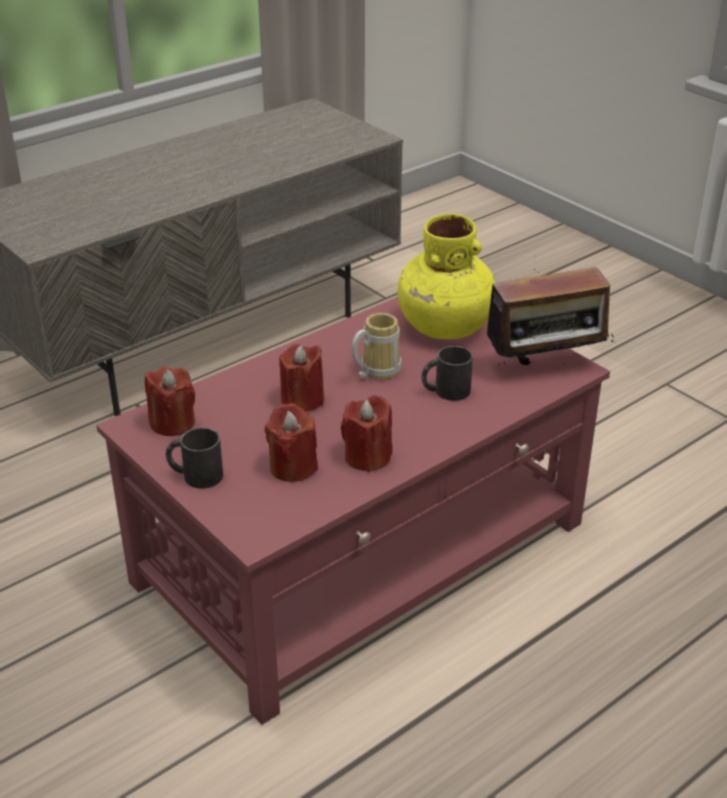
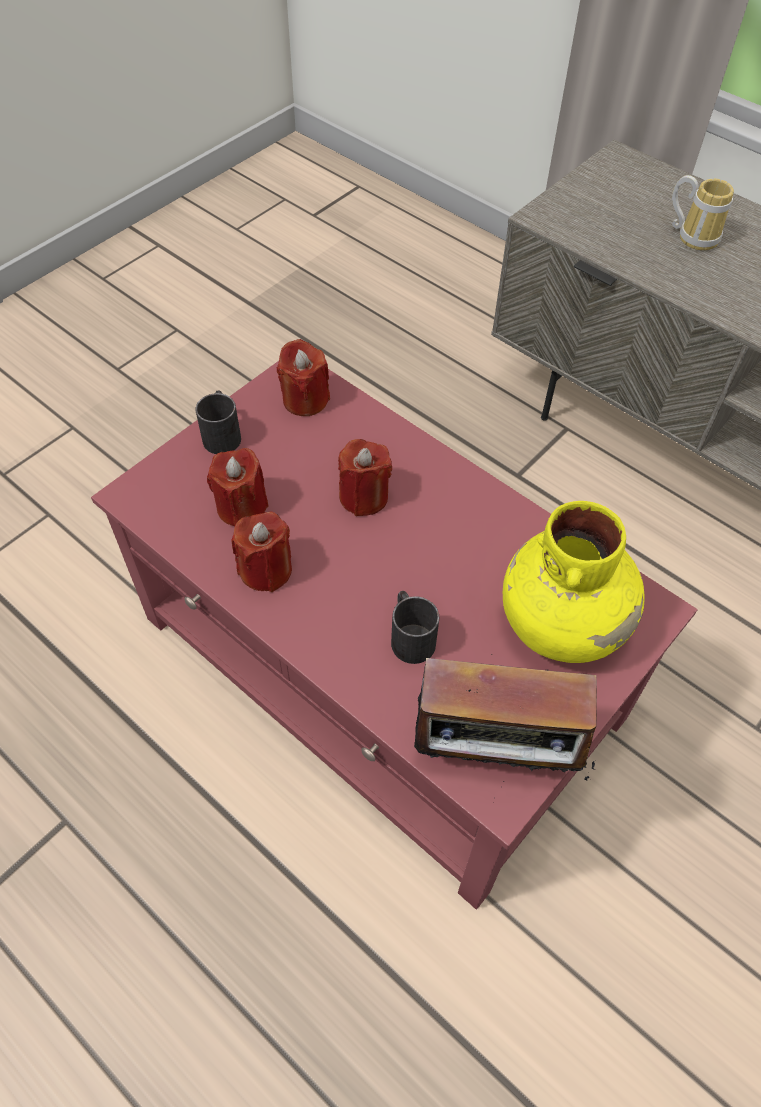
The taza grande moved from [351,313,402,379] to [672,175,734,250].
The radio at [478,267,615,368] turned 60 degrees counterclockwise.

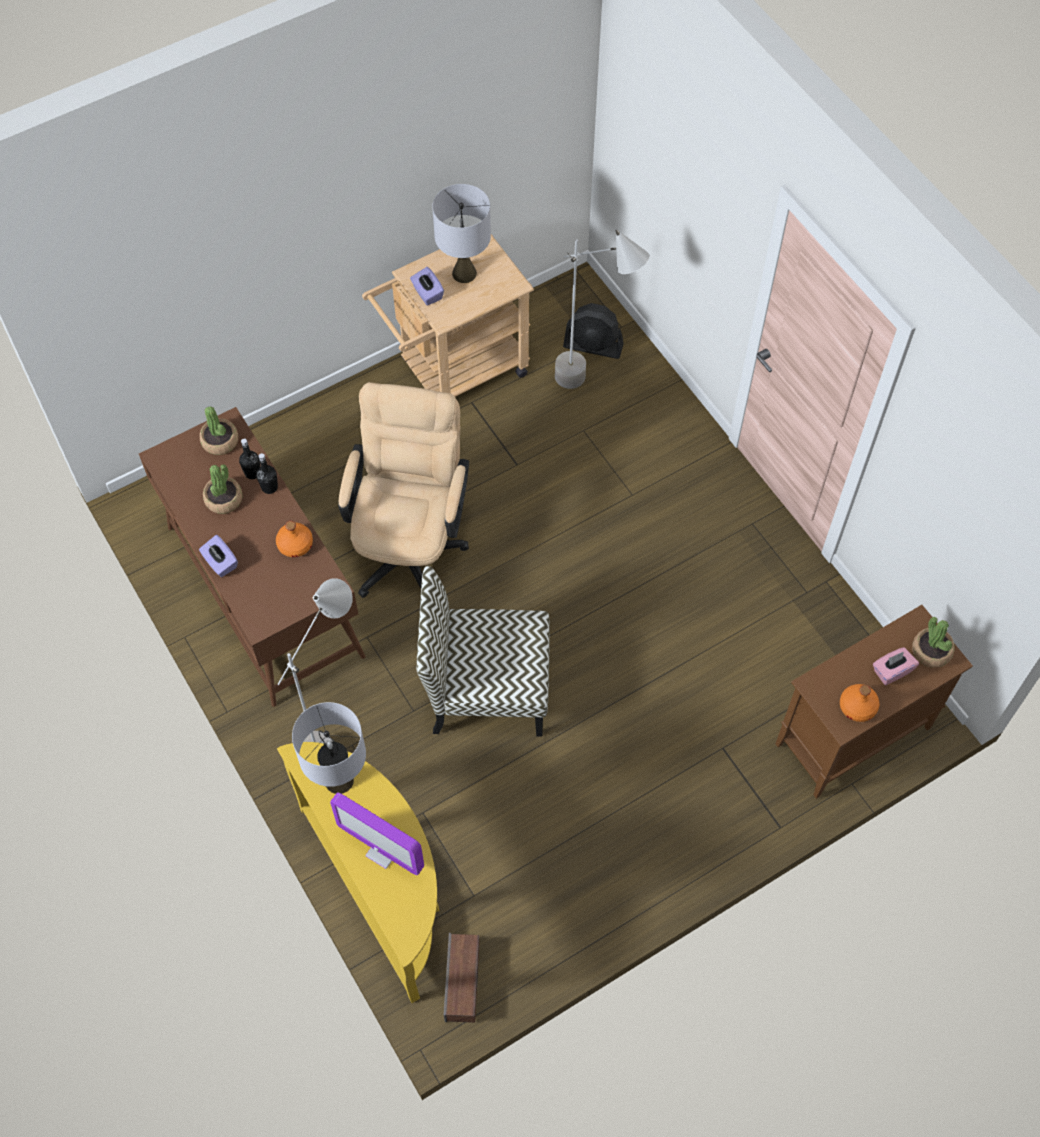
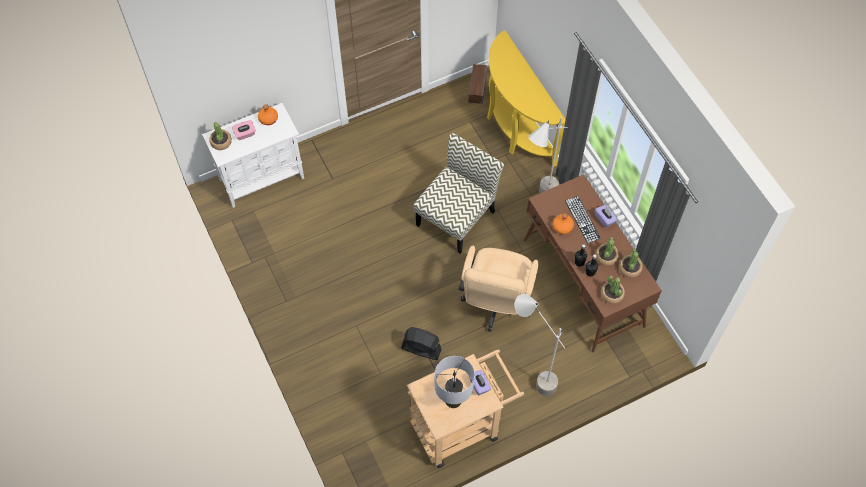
The lámpara de mesa (gris) at [292,702,366,794] disappeared.
The monitor at [330,793,424,875] disappeared.
The silla at [416,566,550,737] turned 60 degrees counterclockwise.
The lámpara de pie (gris) moved from [555,230,649,389] to [514,294,565,396].
The ventilador (negro) moved from [563,303,624,359] to [401,327,442,360].
The armario (marrón) at [775,605,973,799] became the armario (blanco) at [202,103,304,208].
The teclado at [565,196,601,244] appeared.
The planta en maceta at [619,249,643,278] appeared.

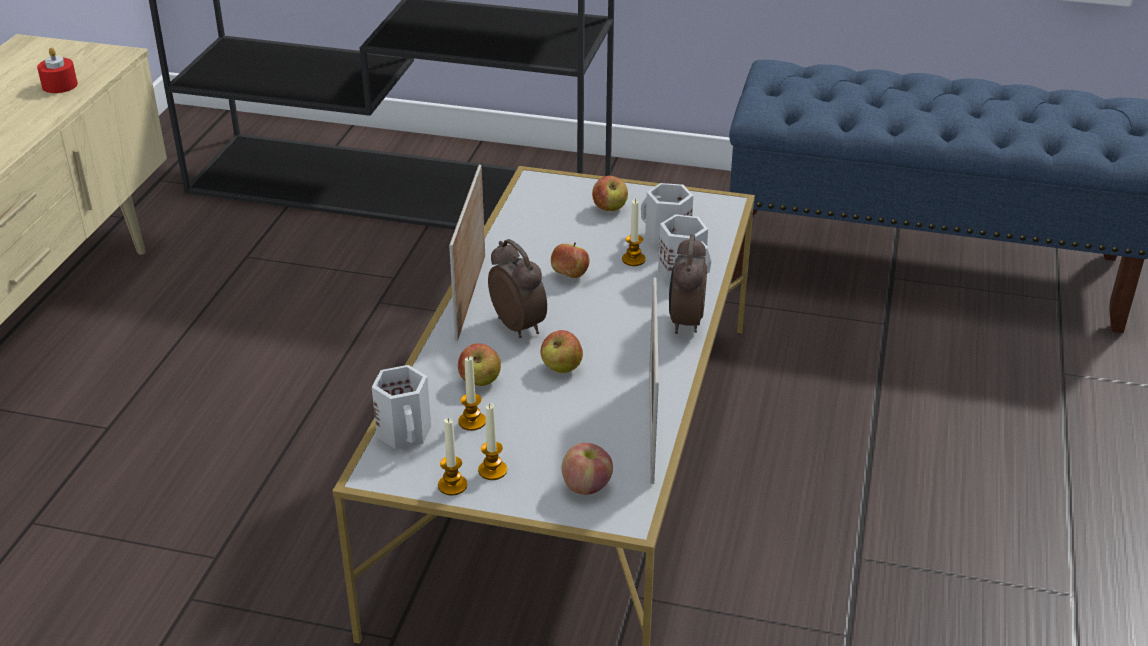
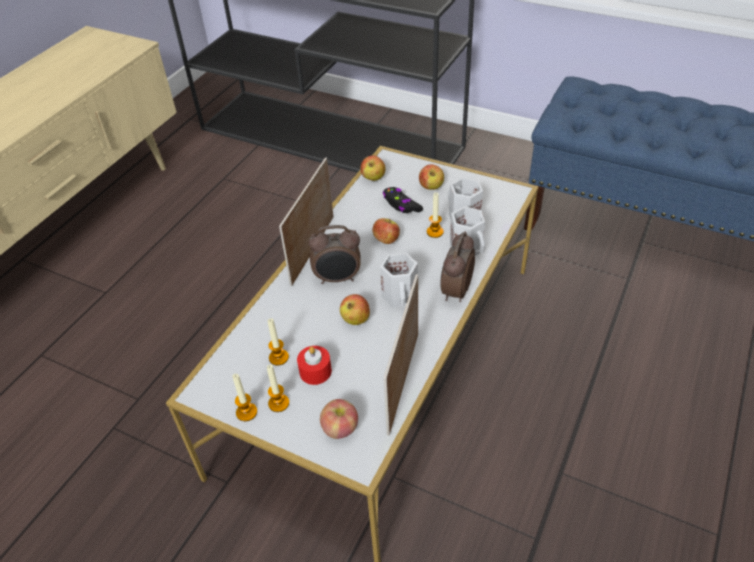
The vela (rojo) moved from [37,47,78,93] to [297,346,332,385].
The taza grande (blanco) moved from [372,365,431,450] to [380,253,418,307].
The manzana moved from [458,343,501,386] to [360,155,386,181].
The despertador at [488,239,547,338] turned 105 degrees clockwise.
The mando de consola (negro) at [383,187,423,213] appeared.

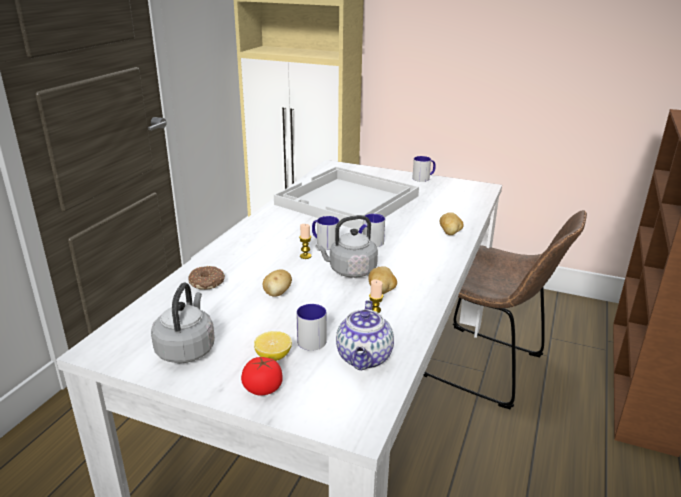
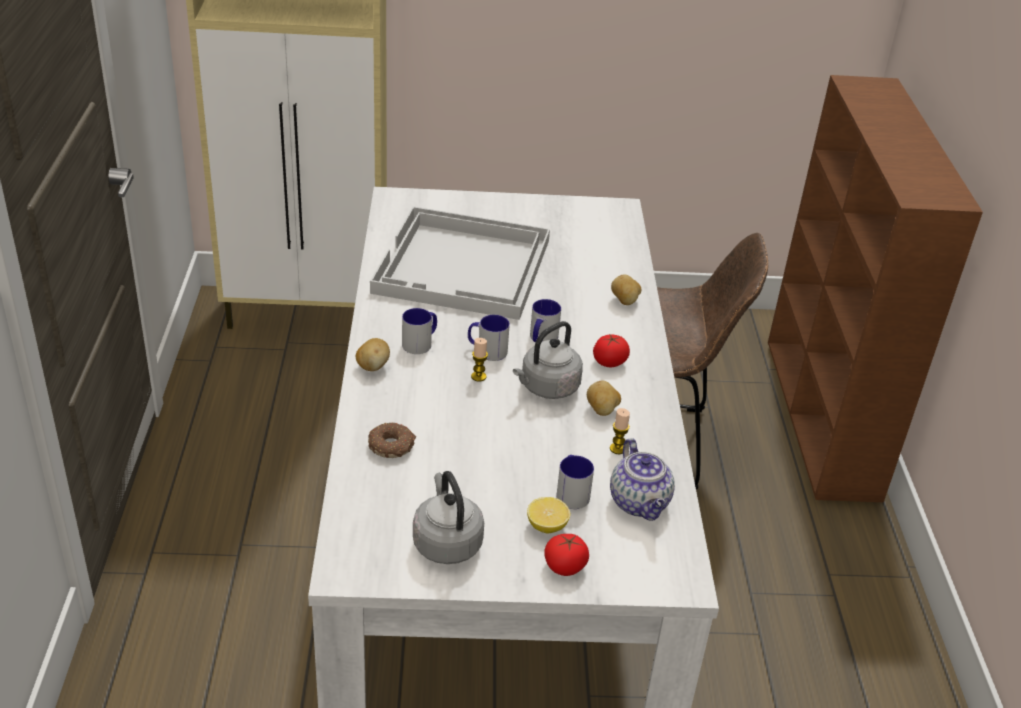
The patata moved from [263,270,292,297] to [356,338,390,371].
The taza grande moved from [412,156,436,182] to [402,308,437,354].
The tomate at [593,334,630,367] appeared.

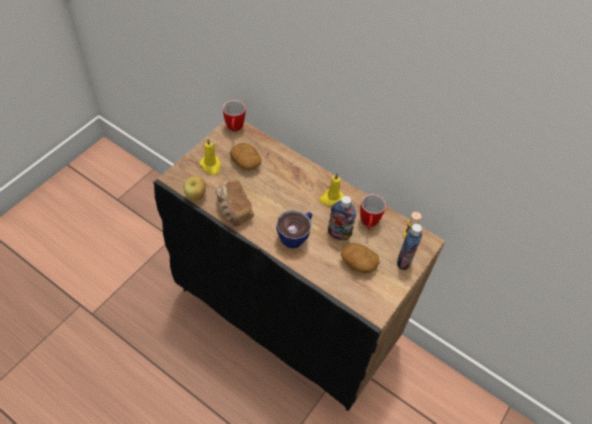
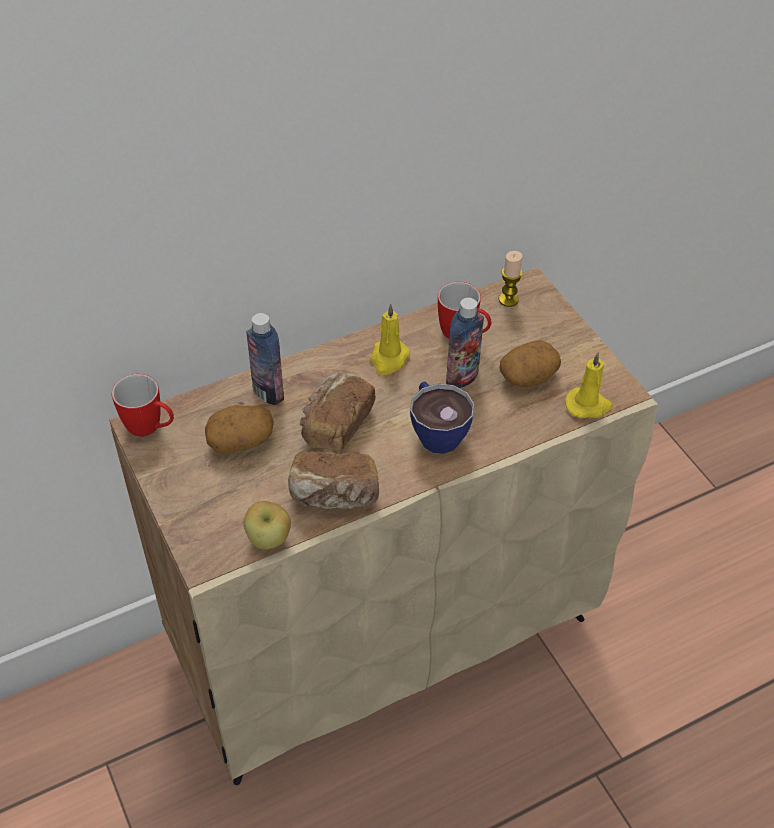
The armario (negro) at [153,121,445,411] became the armario (beis) at [109,267,658,785].
The vela (amarillo) moved from [199,138,221,175] to [565,352,613,418].
The botella moved from [397,224,423,270] to [246,313,284,405].
The pan at [300,371,376,451] appeared.

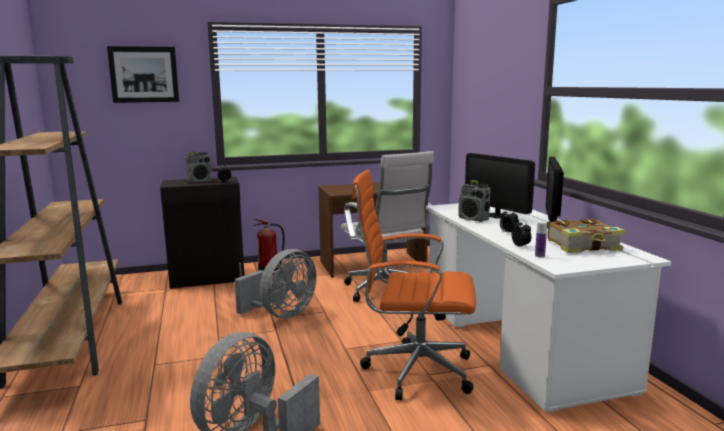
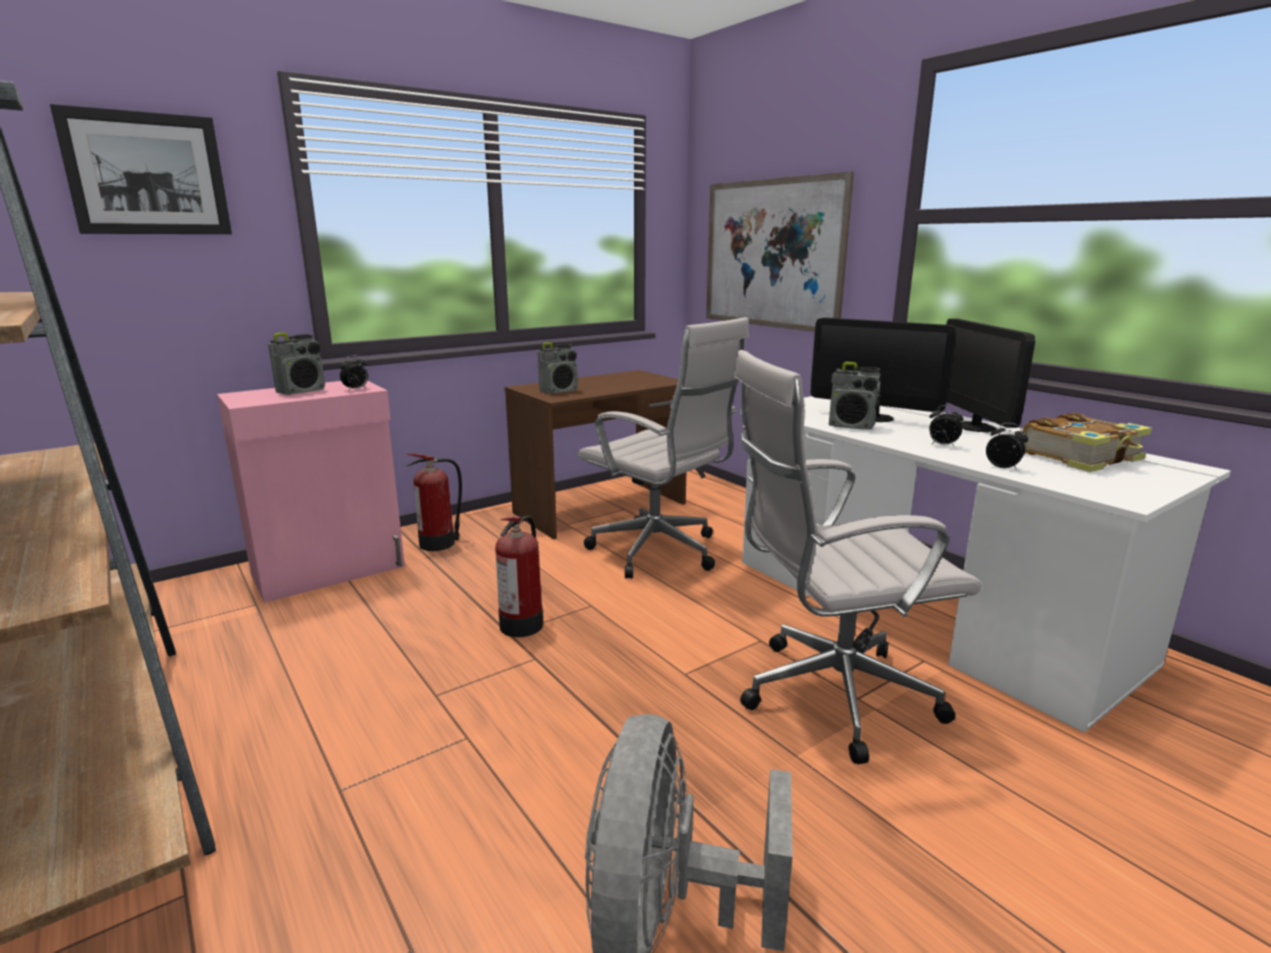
The armario (negro) at [160,177,244,289] became the armario (rosa) at [217,381,405,603].
The ventilador (gris) at [235,249,317,318] was replaced by the extintor at [495,516,543,637].
The silla de oficina (naranja) at [352,170,476,400] became the silla de oficina (blanco) at [734,350,982,764].
The botella at [535,221,547,258] disappeared.
The radio at [538,342,578,394] appeared.
The cuadro at [706,171,854,332] appeared.

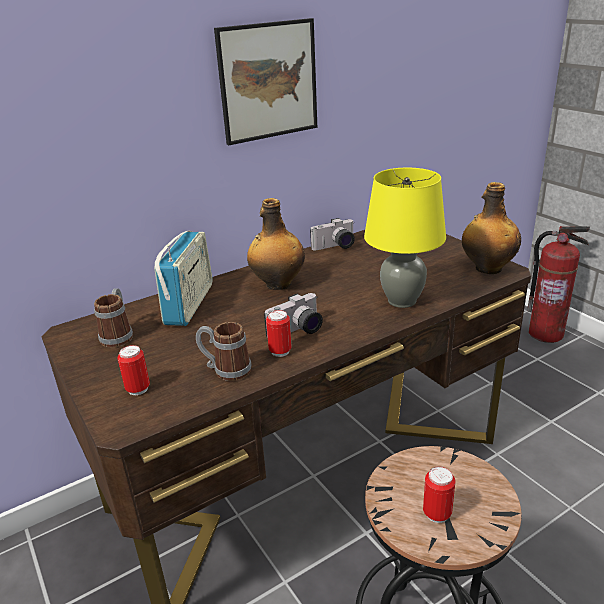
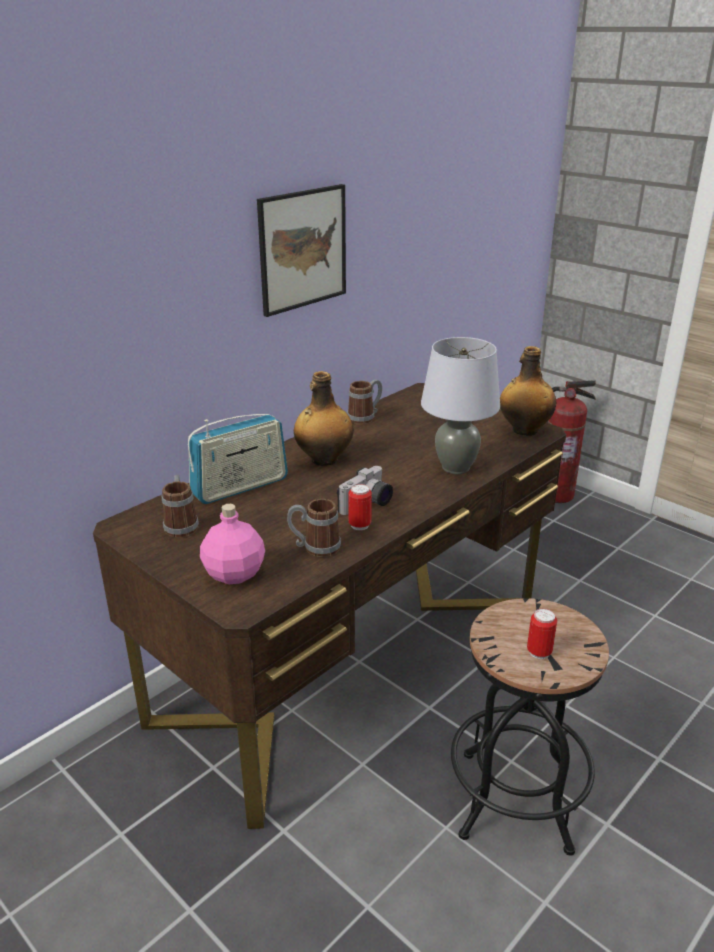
The lata at [117,345,150,395] was replaced by the botella (rosa) at [200,504,265,584].
The radio at [154,231,213,326] turned 60 degrees clockwise.
The cámara at [310,218,355,250] was replaced by the taza grande at [347,380,382,424].
The lámpara de mesa (amarillo) at [364,168,446,308] became the lámpara de mesa (gris) at [421,337,500,474].

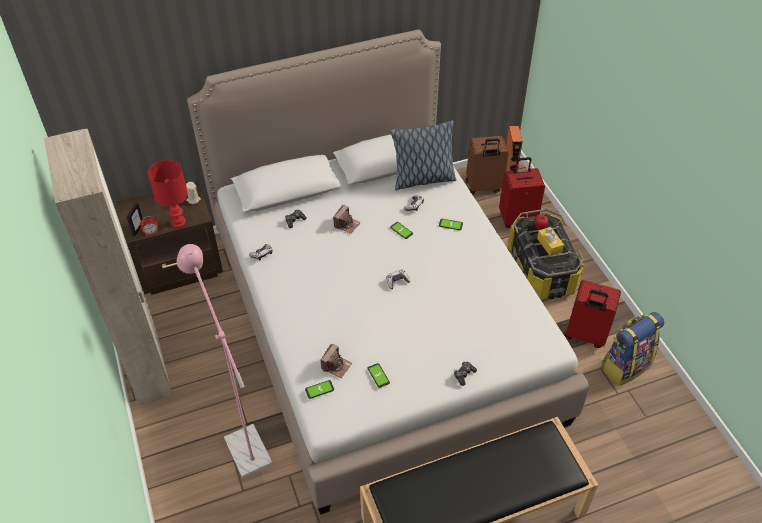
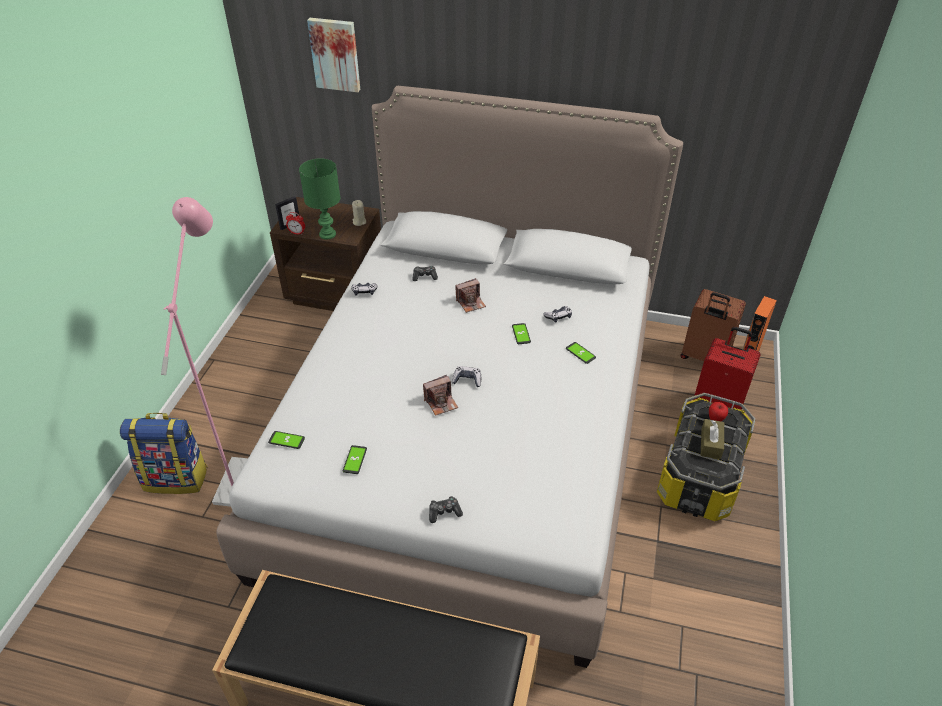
The armario ropero (beis) at [44,129,171,406] disappeared.
The lámpara de mesa (rojo) at [148,160,188,228] became the lámpara de mesa (verde) at [299,158,340,240].
The cámara moved from [320,344,352,378] to [423,375,458,416].
The cojín at [389,120,456,190] disappeared.
The caja de pañuelos (amarillo) at [537,227,564,256] became the caja de pañuelos (marrón) at [701,419,724,459].
The maleta (rojo) at [565,280,621,348] disappeared.
The mochila moved from [602,312,664,386] to [120,413,208,494].
The cuadro at [307,18,360,92] appeared.

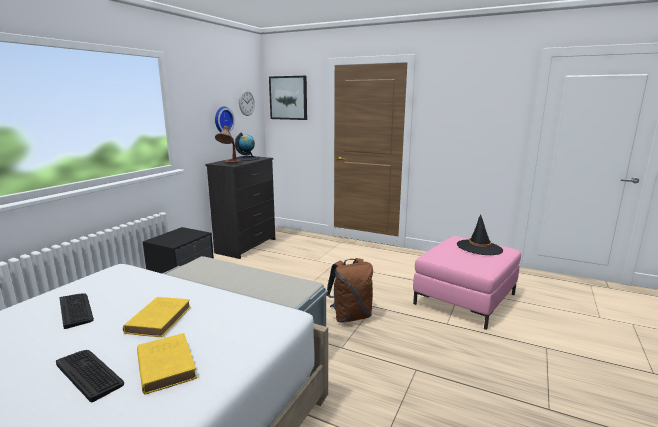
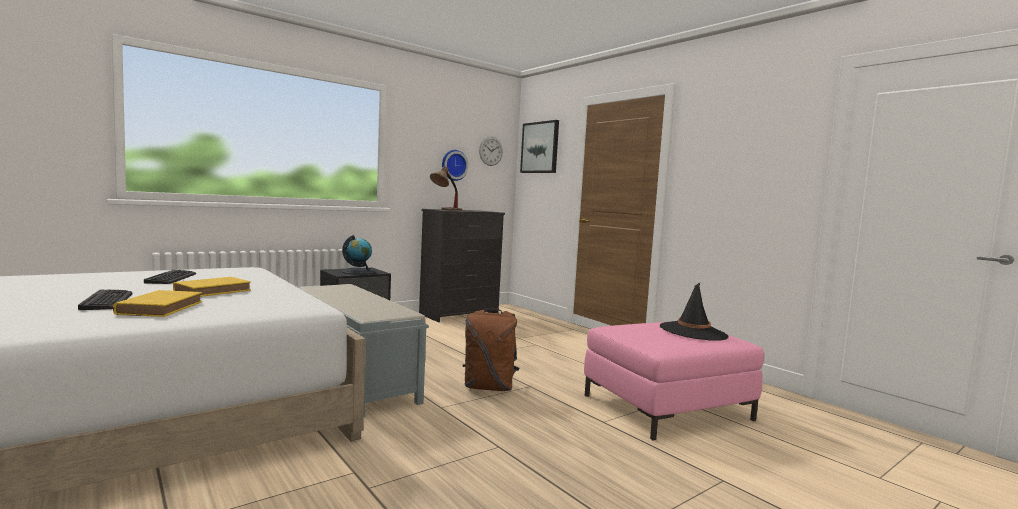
The globo terráqueo moved from [235,133,259,161] to [342,235,376,275].

